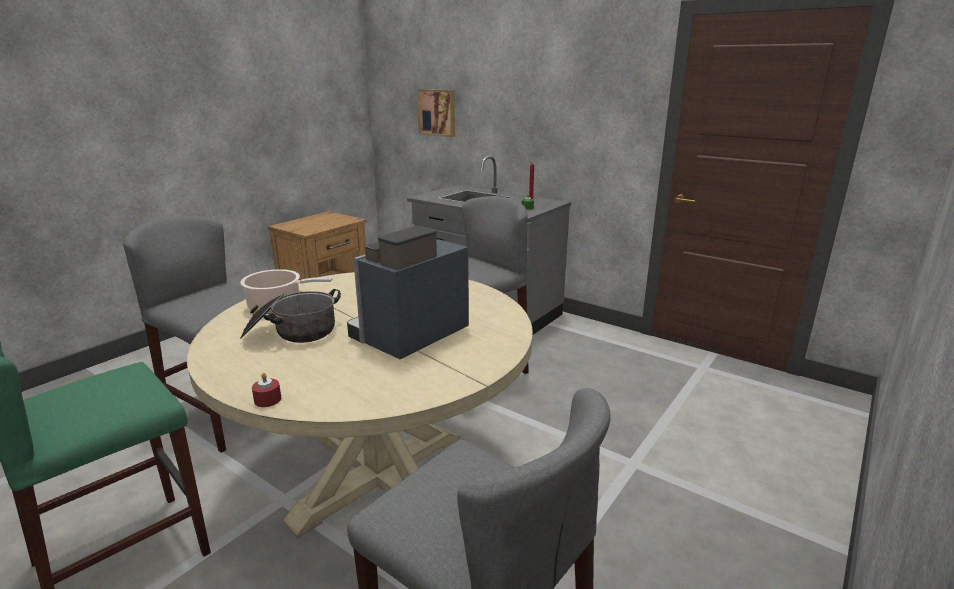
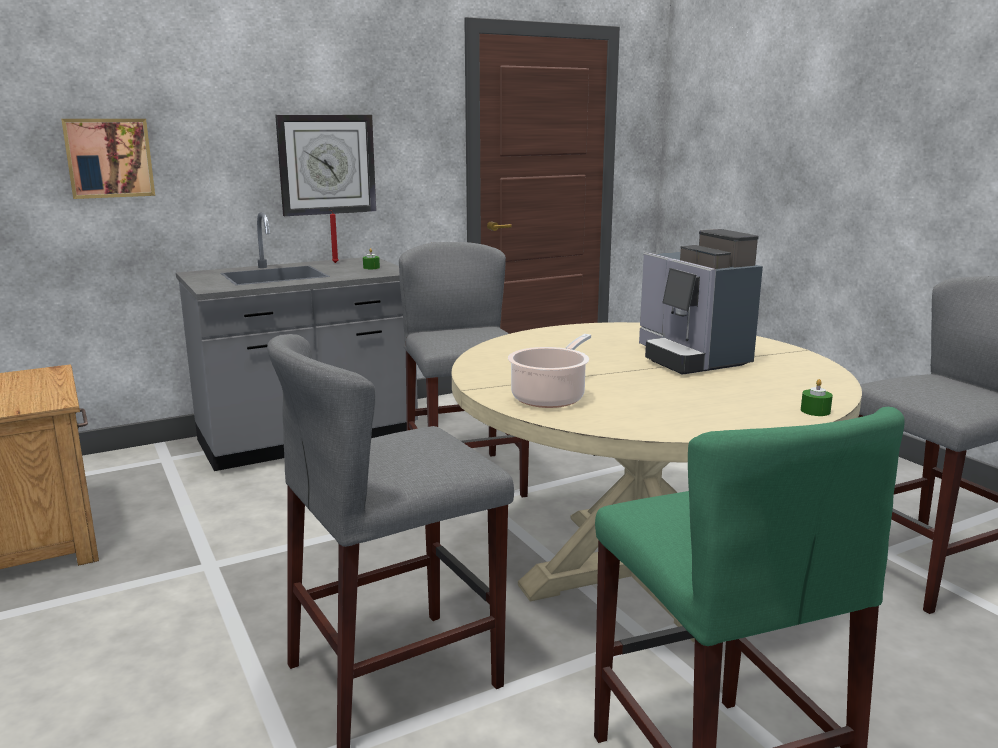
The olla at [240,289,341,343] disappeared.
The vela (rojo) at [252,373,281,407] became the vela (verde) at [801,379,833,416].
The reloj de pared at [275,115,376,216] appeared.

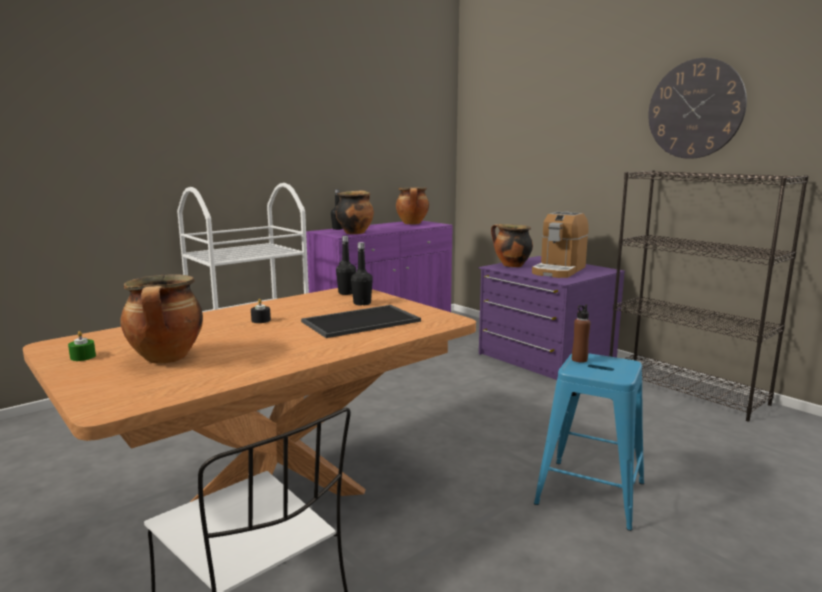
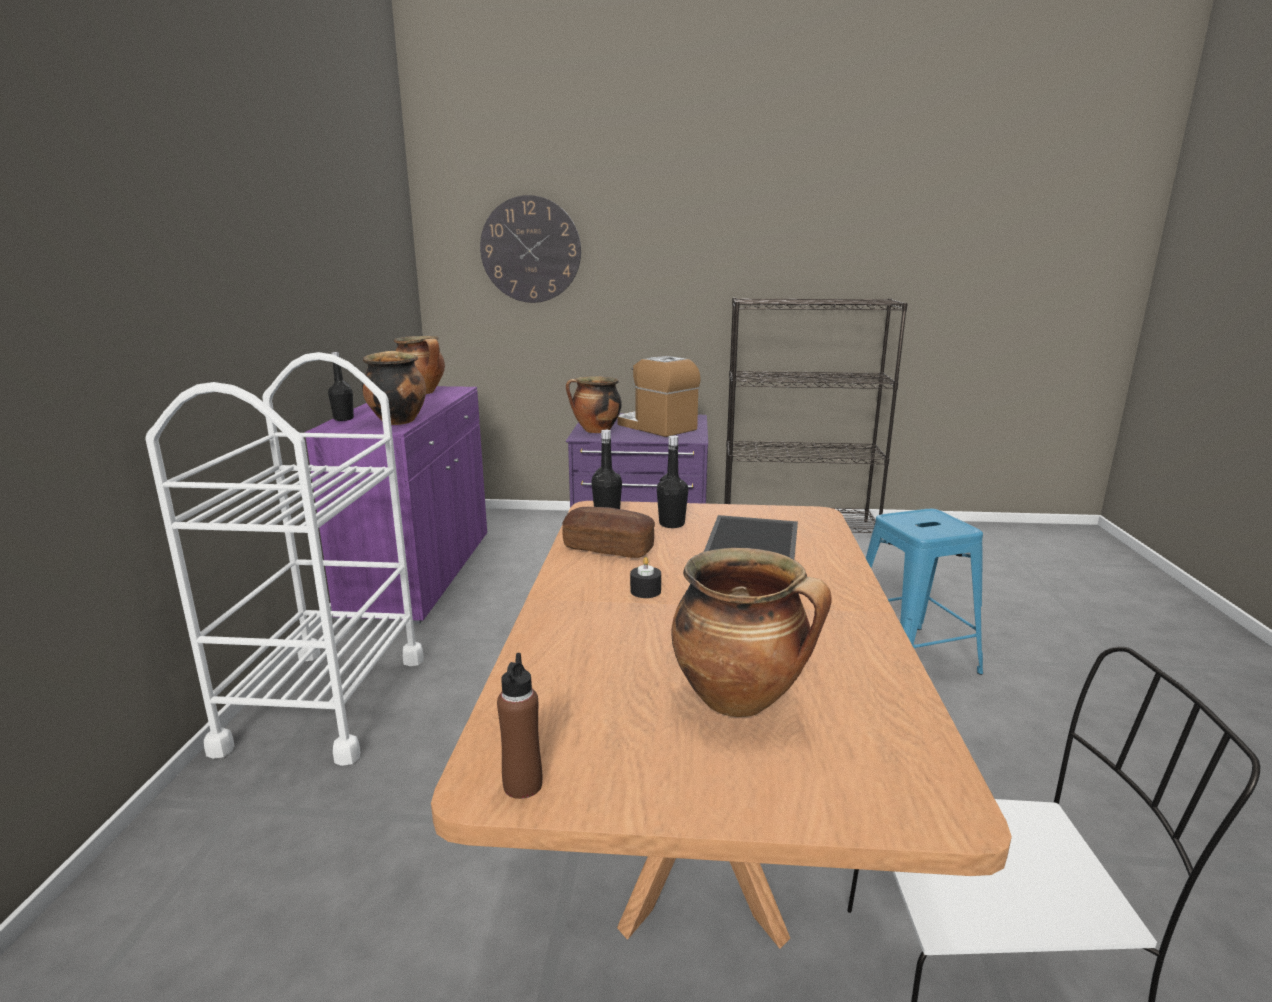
The vela (verde) at [68,331,96,361] disappeared.
The cafetera at [532,211,589,278] turned 150 degrees clockwise.
The botella (marrón) moved from [572,304,590,362] to [497,653,542,799].
The reloj de pared moved from [649,58,747,159] to [480,195,581,303].
The pan at [562,507,655,558] appeared.

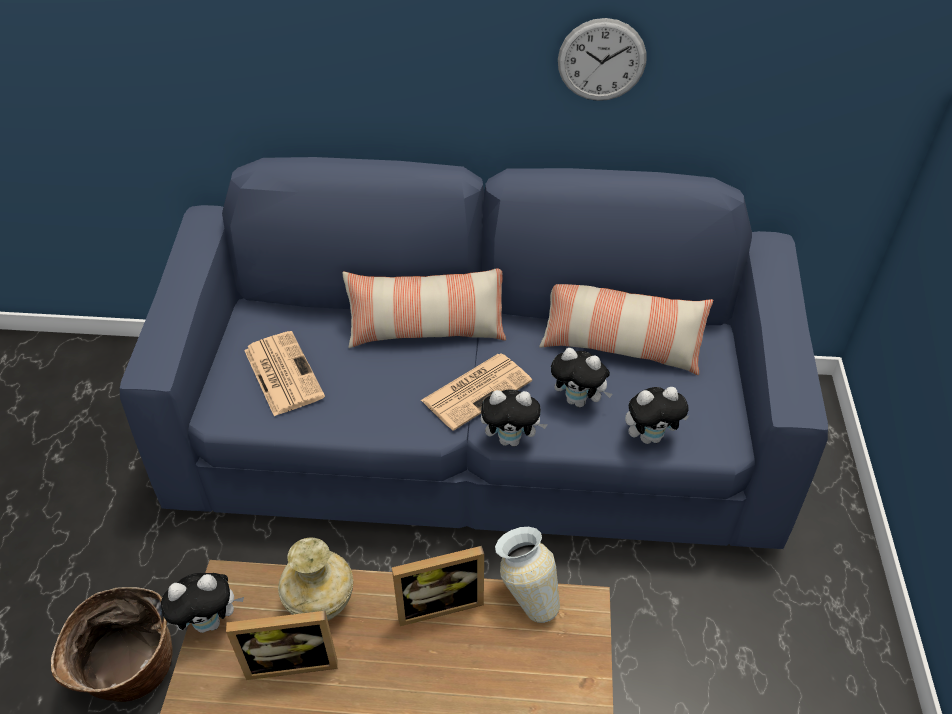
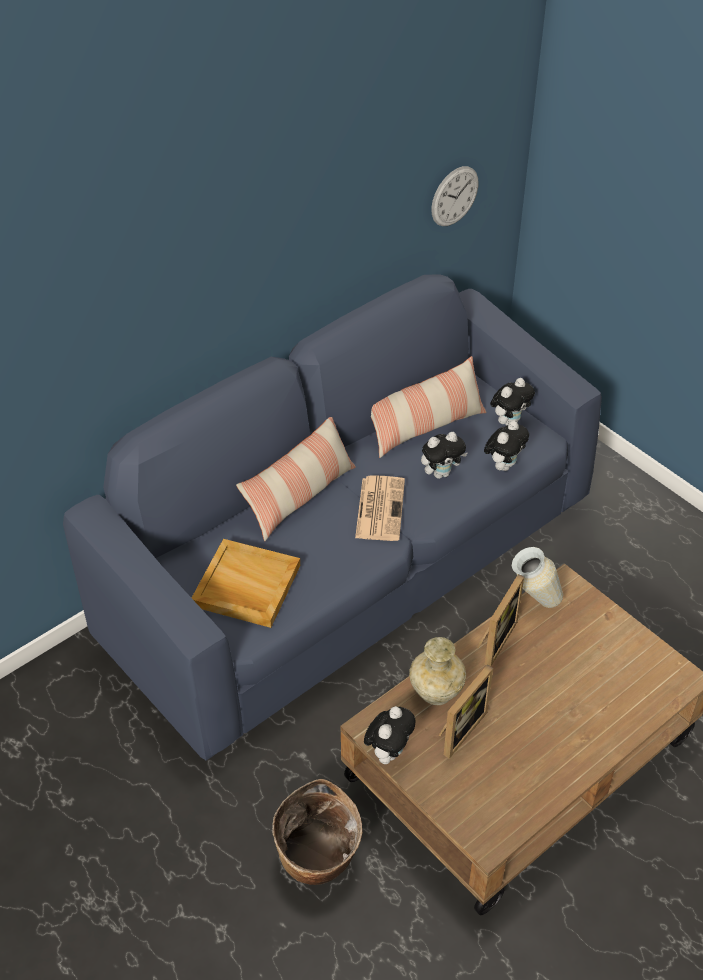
The periódico at [244,331,325,416] was replaced by the bandeja (beis) at [192,539,300,628].
The peluche moved from [481,389,548,447] to [490,378,535,425].
The reloj de pared moved from [558,18,646,101] to [431,166,478,226].

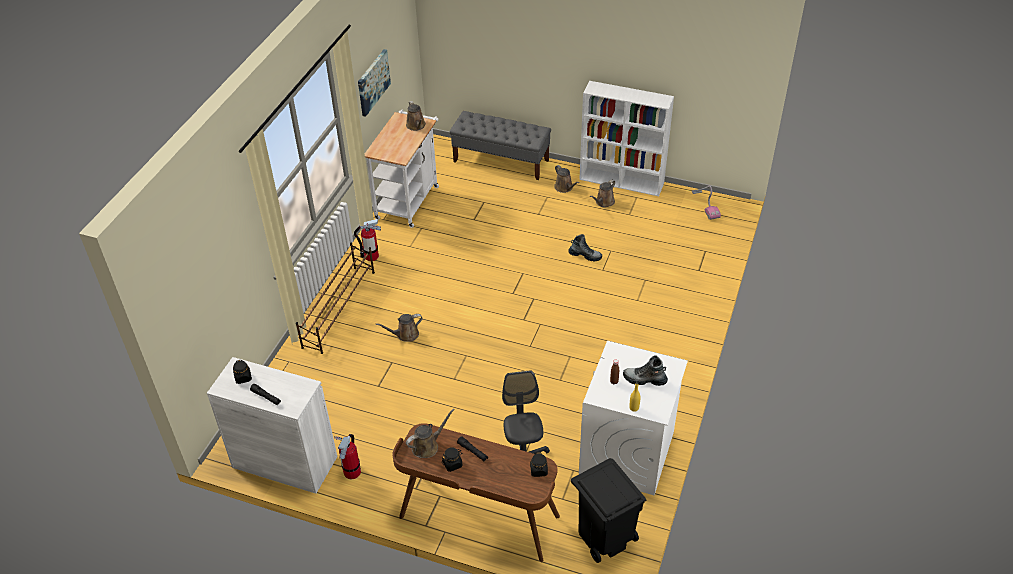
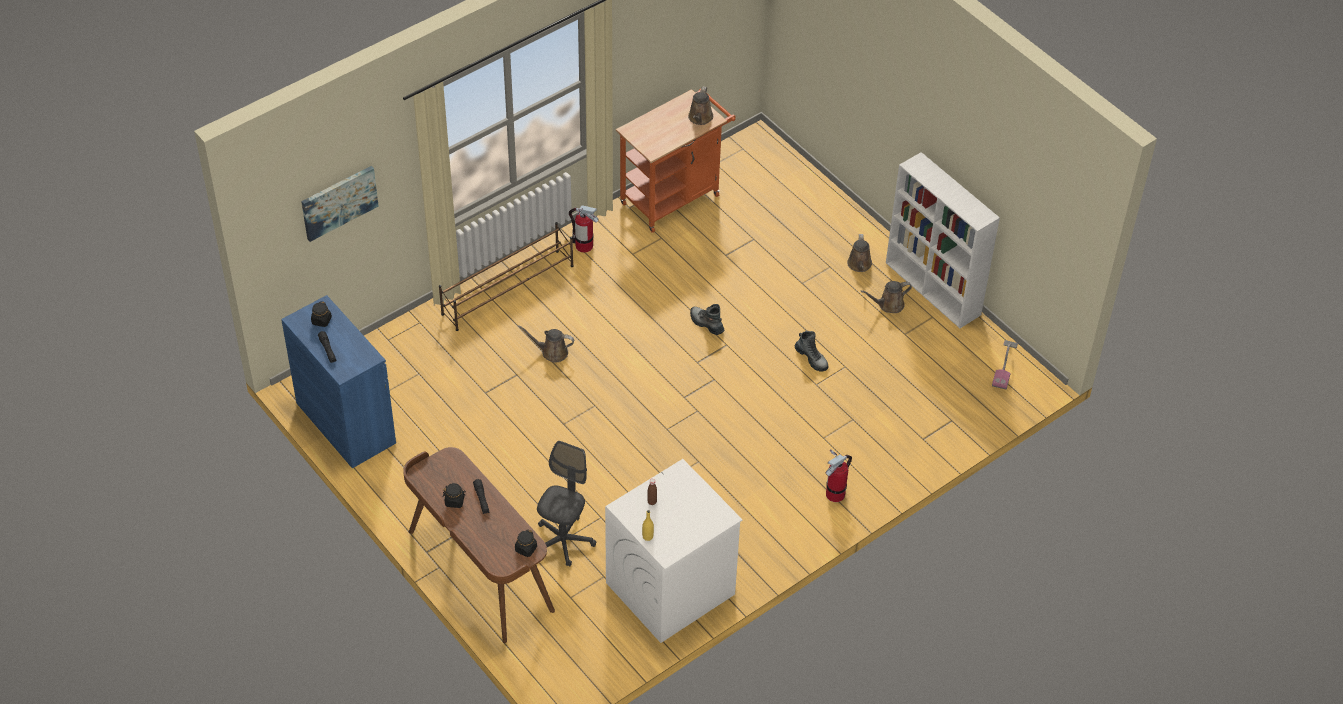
The armario (blanco) at [207,357,337,494] became the armario (azul) at [281,295,396,468].
The extintor moved from [334,434,361,479] to [826,450,852,502].
The cuadro moved from [358,49,391,117] to [301,166,378,242].
The carrito (blanco) at [365,109,439,228] became the carrito (naranja) at [616,89,736,233].
The regadera (marrón) at [406,408,455,458] disappeared.
The banco (gris) at [450,111,551,180] disappeared.
The papelera (negro) at [571,458,646,563] disappeared.
The bota moved from [623,355,668,386] to [690,304,724,335].

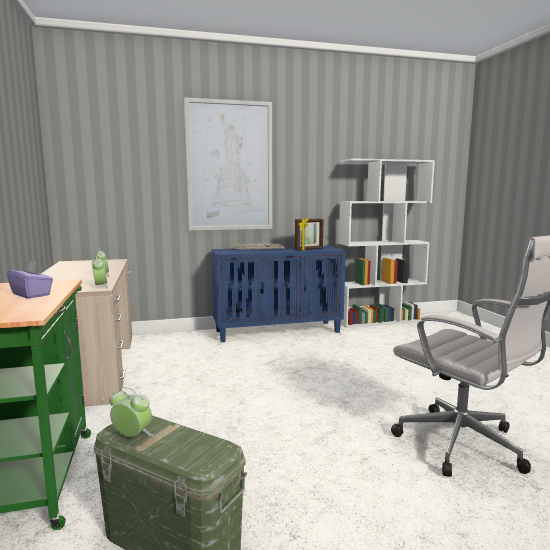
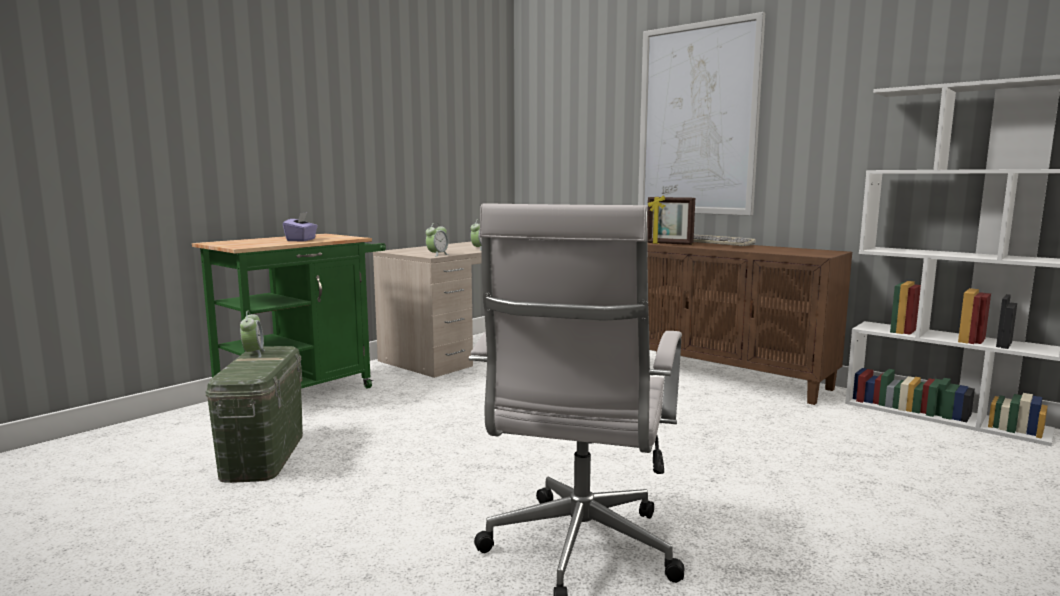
The armario (azul) at [211,246,346,342] became the armario (marrón) at [648,242,852,405].
The portarretratos moved from [295,218,323,251] to [647,195,695,245].

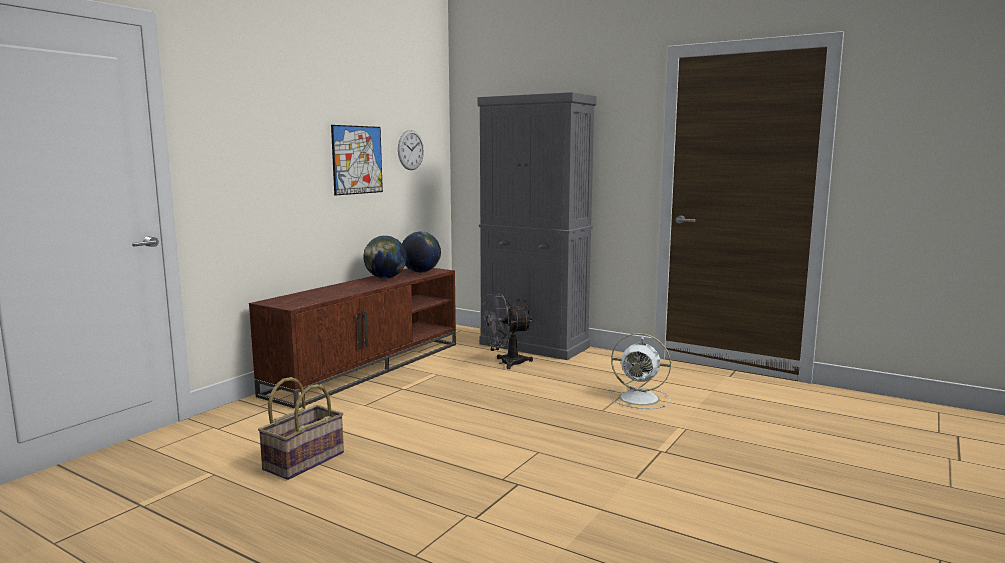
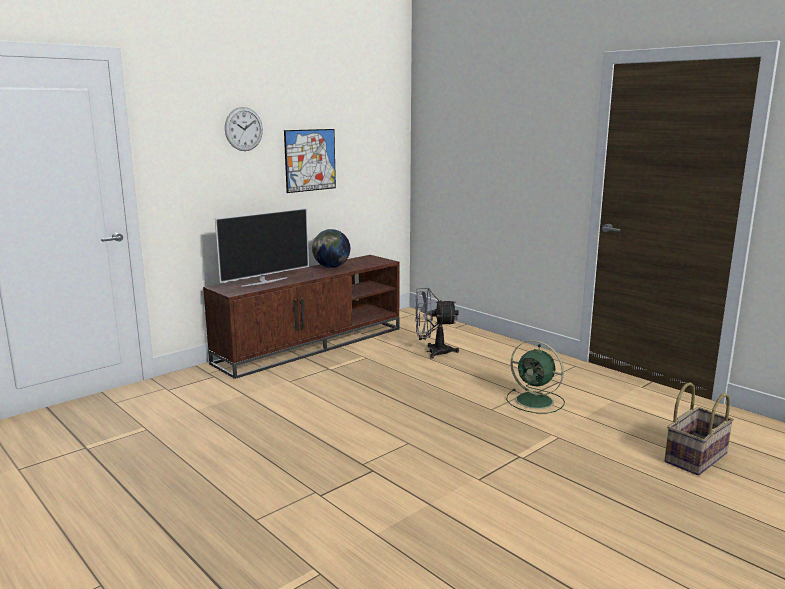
The cesta moved from [258,377,344,480] to [664,382,734,475].
The reloj de pared moved from [398,130,424,170] to [225,107,263,151].
The globo terráqueo at [402,232,441,273] disappeared.
The armario (gris) at [478,92,597,360] disappeared.
The ventilador (blanco) at [610,333,671,409] became the ventilador (verde) at [506,340,565,414].
The televisor at [215,208,309,287] appeared.

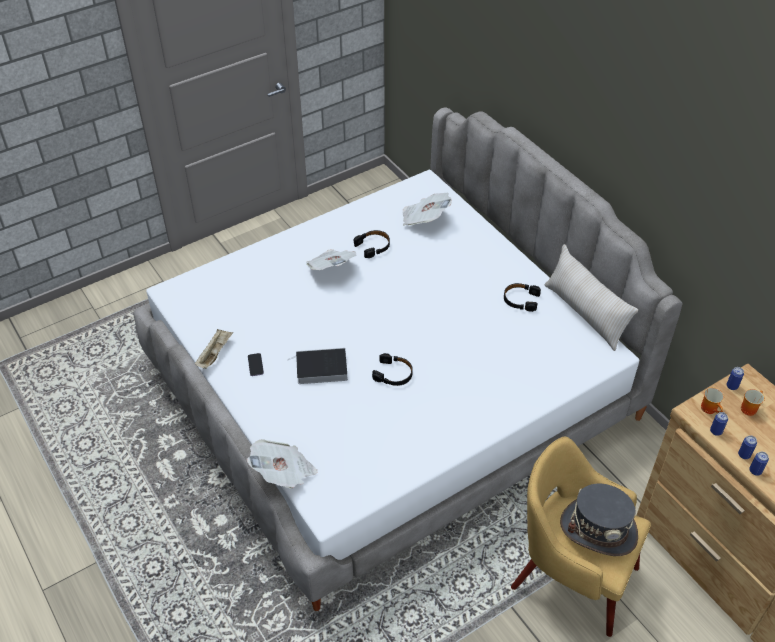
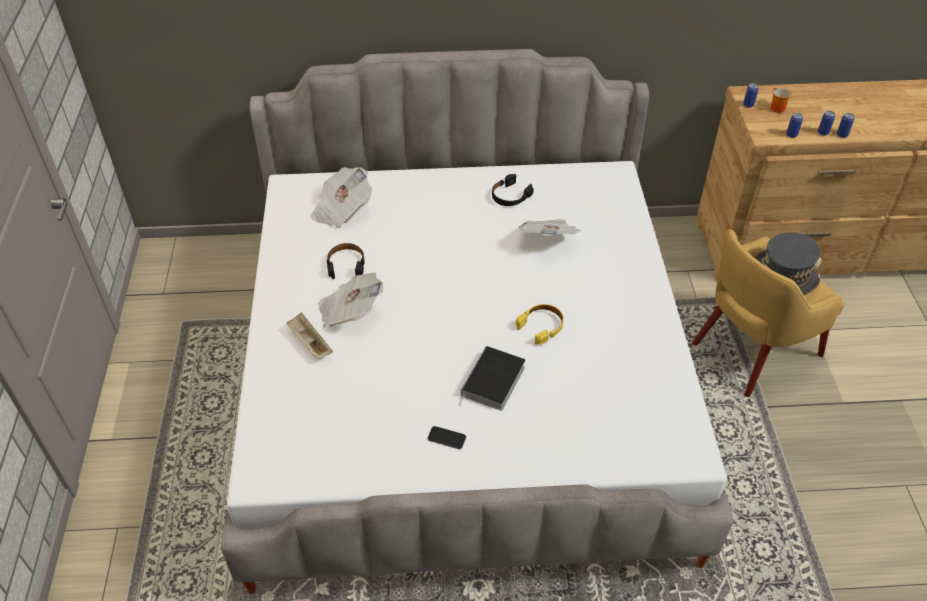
The bandeja (beis) moved from [195,329,233,369] to [286,312,333,359].
The periódico moved from [246,439,317,489] to [519,219,581,236].
The auriculares (negro) at [372,353,413,386] became the auriculares (amarillo) at [515,304,564,345].
The cojín (beis) at [545,244,638,351] disappeared.
The taza grande at [701,387,724,414] disappeared.

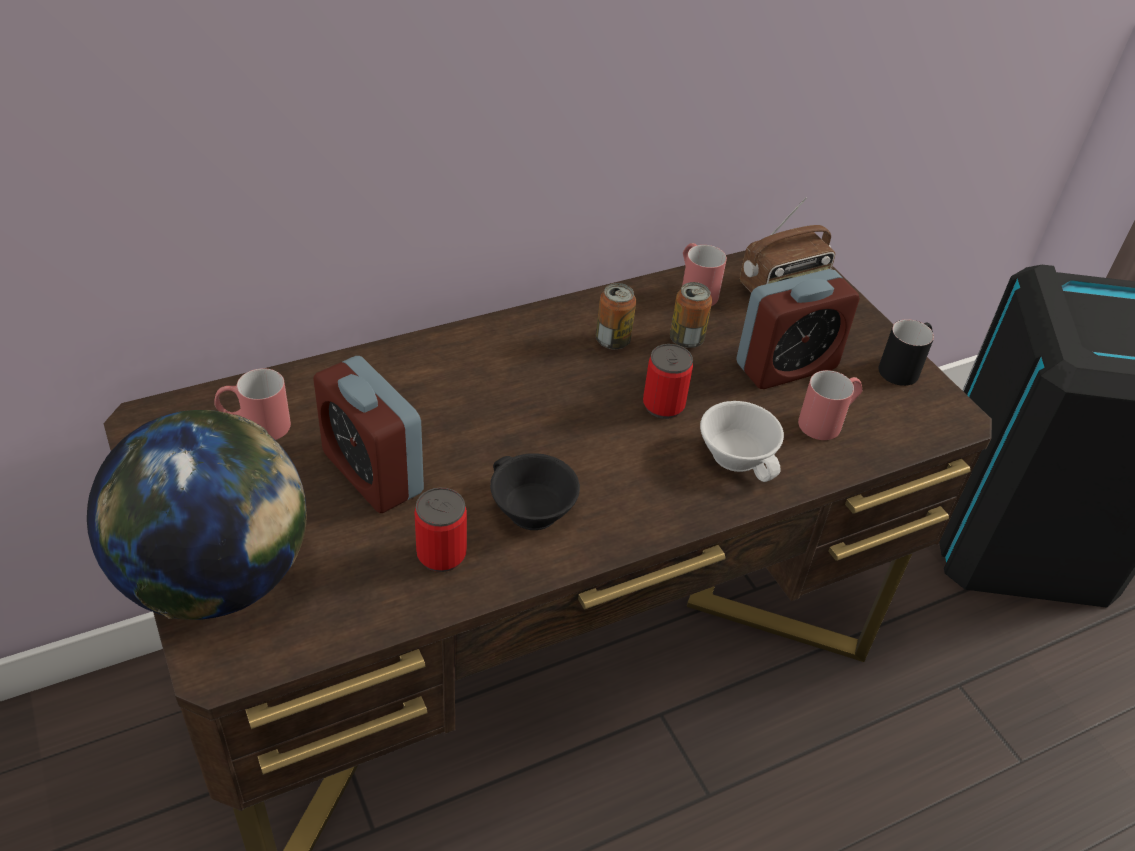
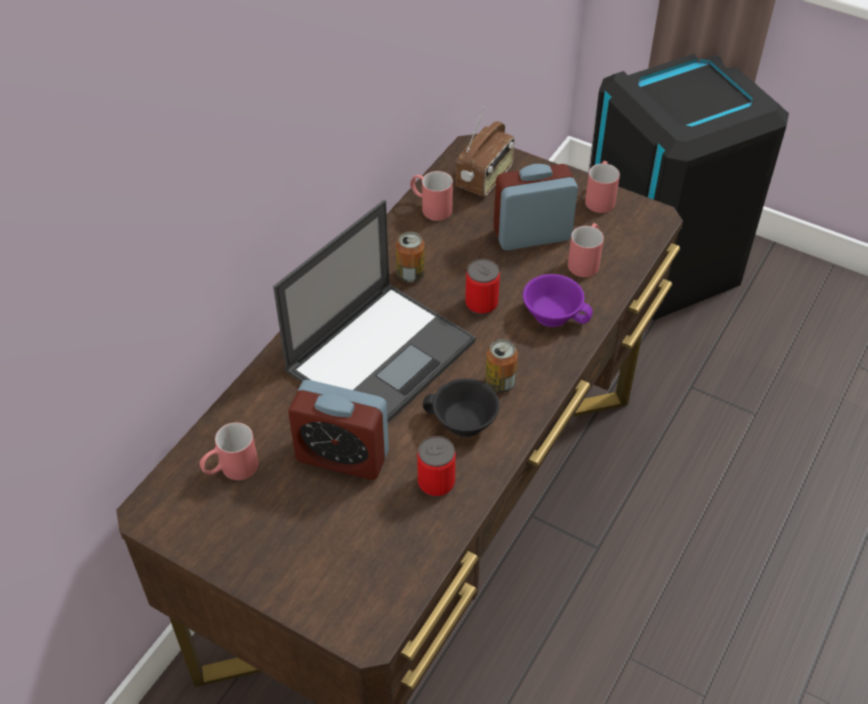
The globo terráqueo at [87,410,307,620] disappeared.
The lata moved from [670,282,712,348] to [485,339,518,393].
The taza (blanco) at [700,401,784,482] became the taza (morado) at [523,274,593,327].
The despertador at [736,269,860,389] turned 135 degrees counterclockwise.
The taza grande (negro) at [879,319,934,386] became the taza grande (rojo) at [585,161,620,213].
The portátil at [273,200,476,423] appeared.

